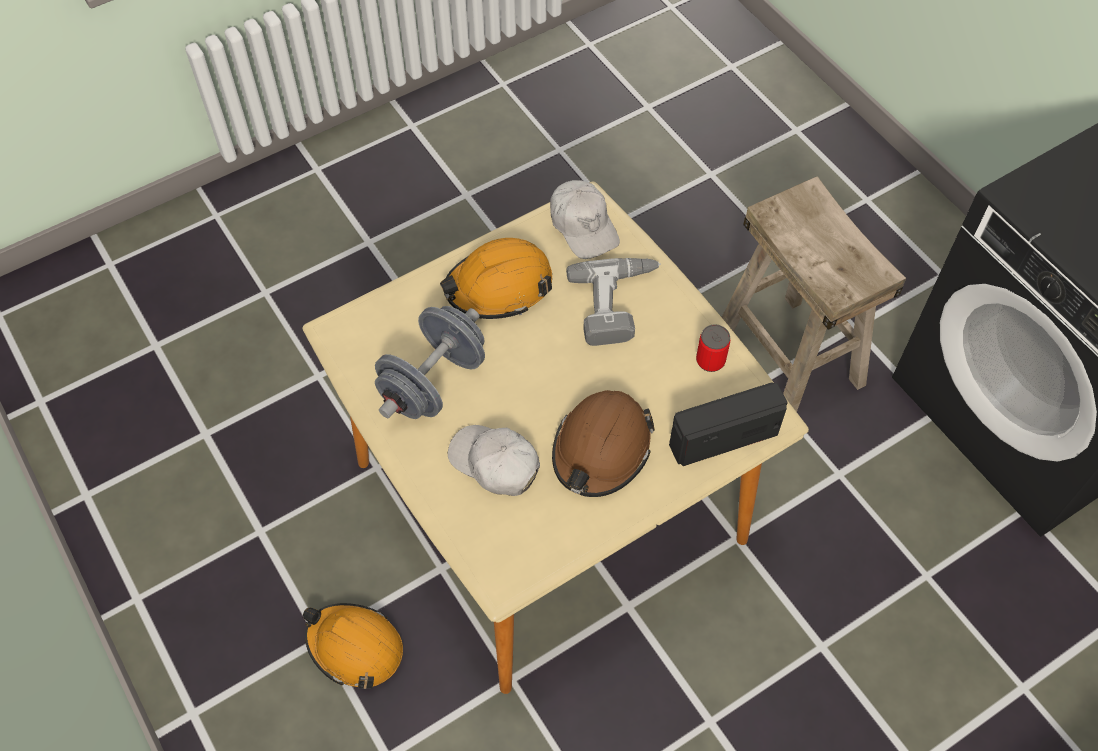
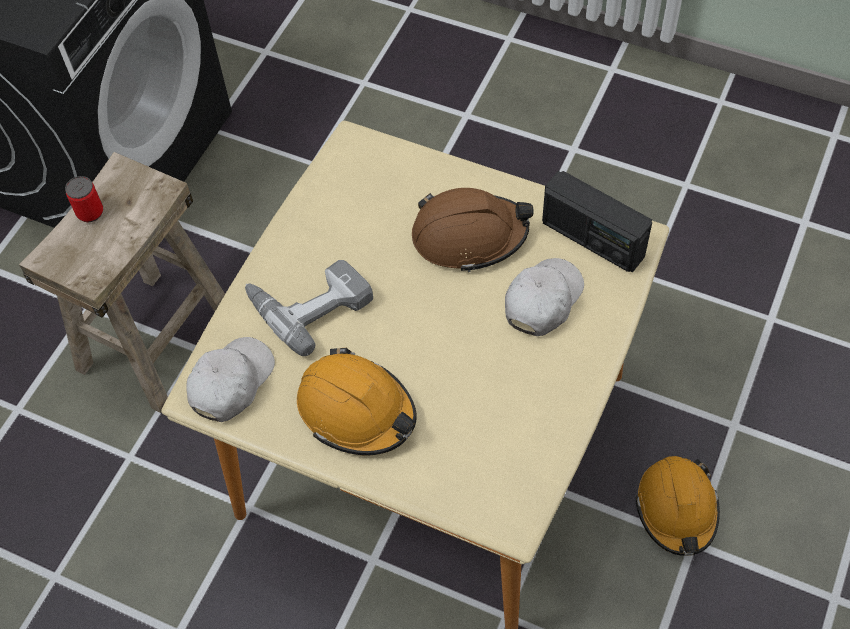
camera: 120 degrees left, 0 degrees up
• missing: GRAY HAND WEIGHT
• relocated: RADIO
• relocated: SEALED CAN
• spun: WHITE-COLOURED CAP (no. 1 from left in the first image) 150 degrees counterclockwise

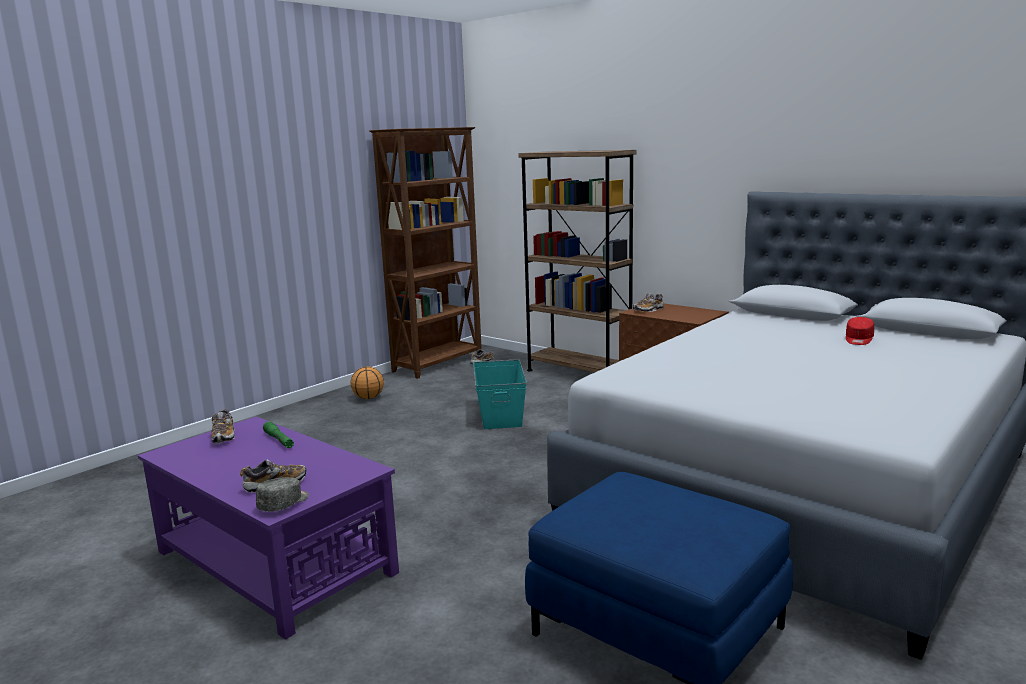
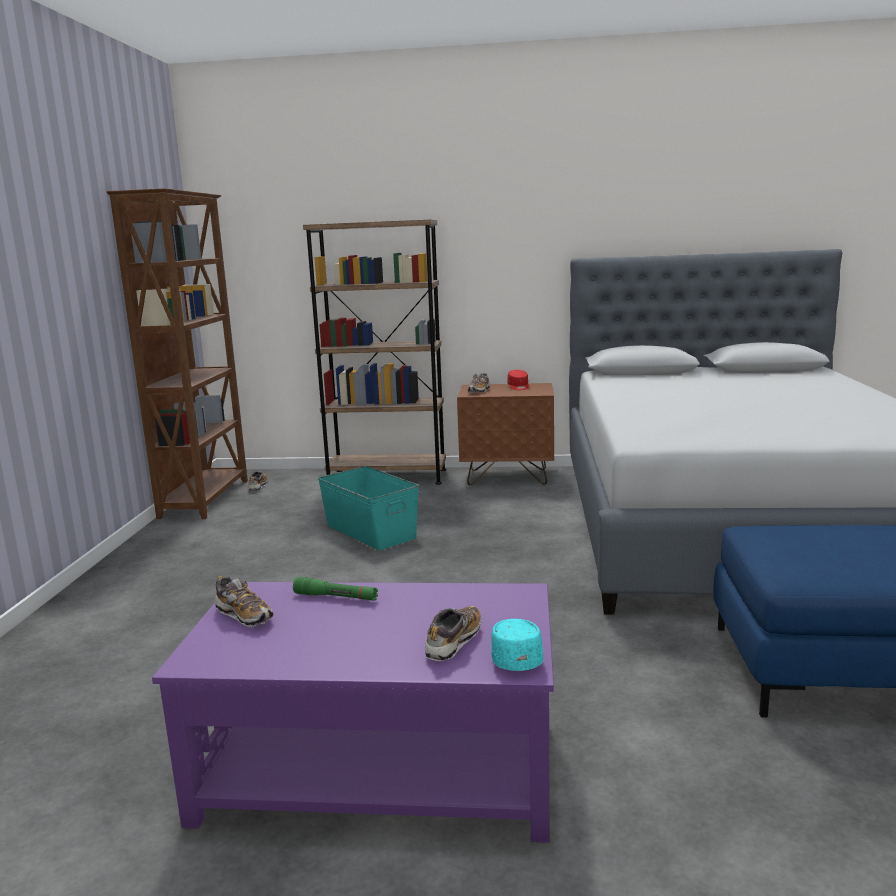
camera: 35 degrees left, 0 degrees up
• missing: BALL FOR BASKETBALL
• relocated: REDDISH CAP
• colour: GRAY CAP to BLUE-GREEN CAP

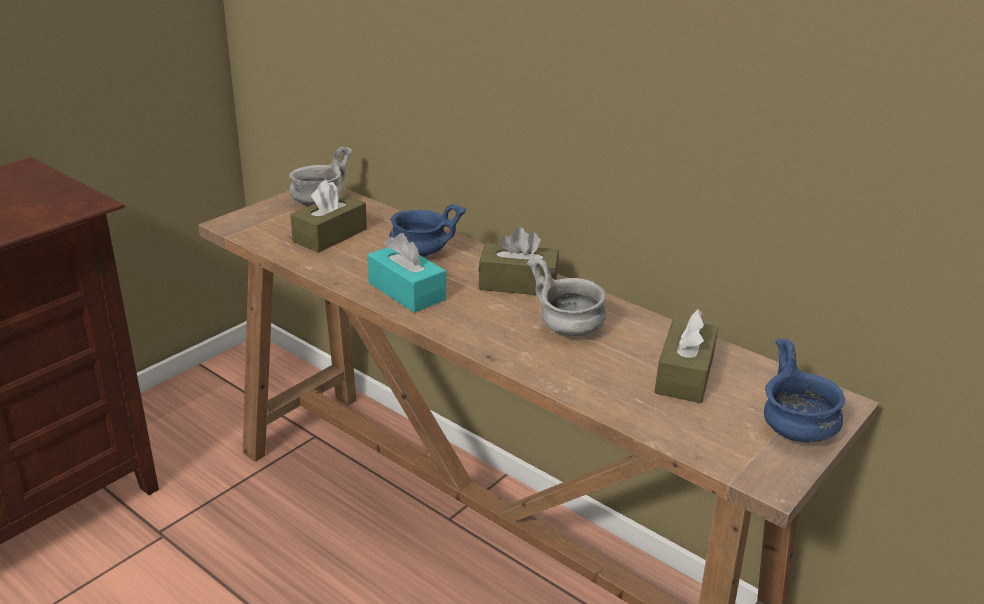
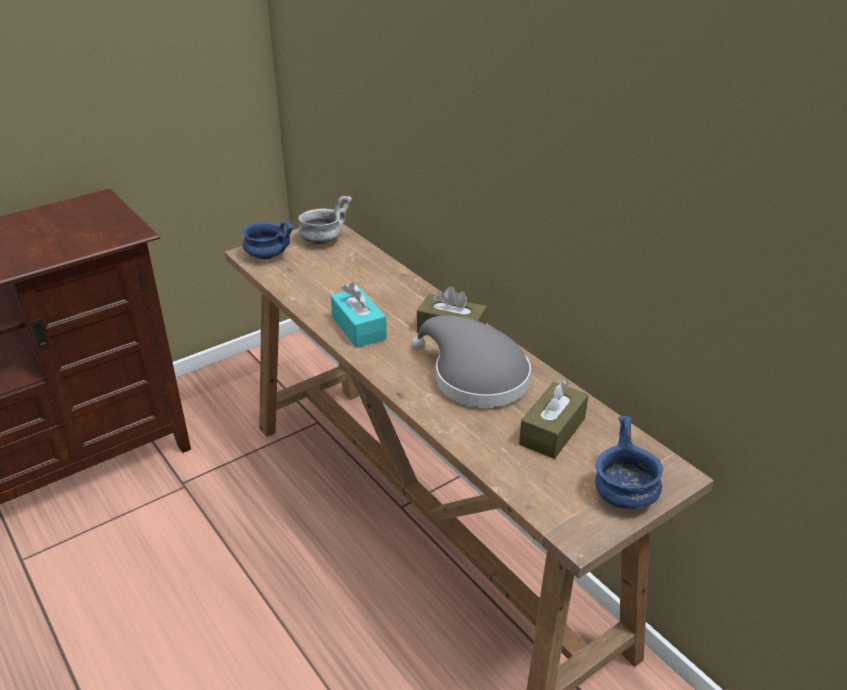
camera: 15 degrees right, 5 degrees up
• missing: BROWN-COLOURED TISSUE BOX (no. 1 from left)
• relocated: BLUISH BOWL (no. 1 from left)
• exchanged: GRAY BOWL (no. 2 from left) to GRAY CLOTHING HAT

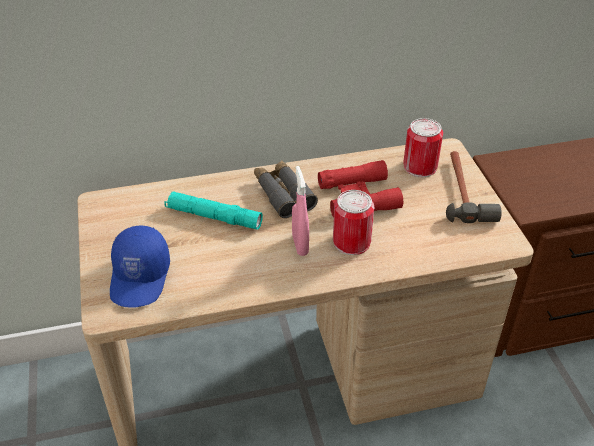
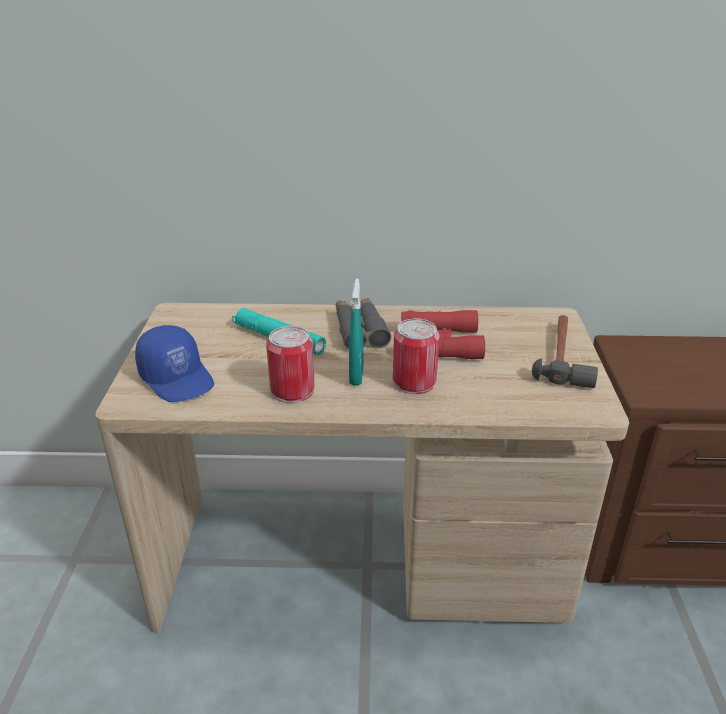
camera: 15 degrees right, 10 degrees down
• relocated: SEALED CAN (no. 2 from left in the first image) to SEALED CAN (no. 1 from left)
• colour: PINKISH SPRAY BOTTLE to BLUE-GREEN SPRAY BOTTLE
• spun: BLUISH CAP 60 degrees counterclockwise

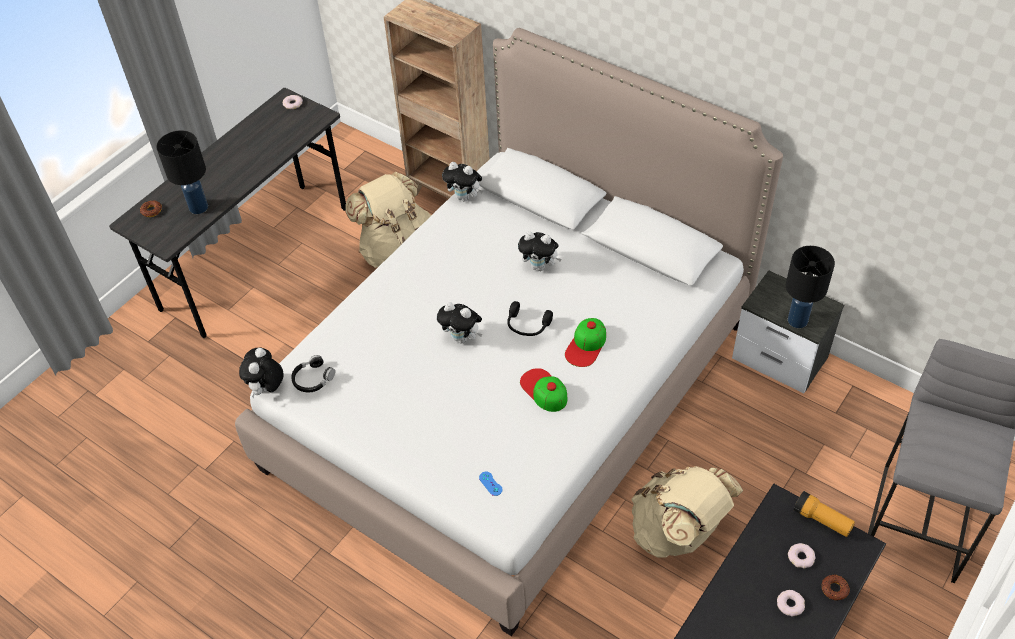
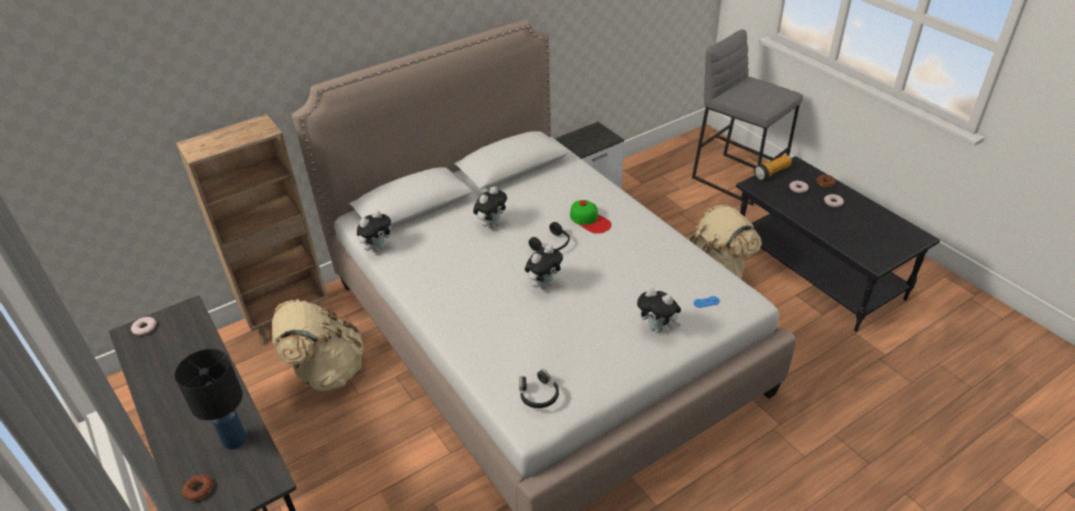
camera: 70 degrees left, 10 degrees down
• missing: CAP (no. 1 from left)
• missing: BLACK TABLE LAMP (no. 2 from left)
• relocated: PLUSH TOY (no. 1 from left in the first image) to PLUSH TOY (no. 4 from left)

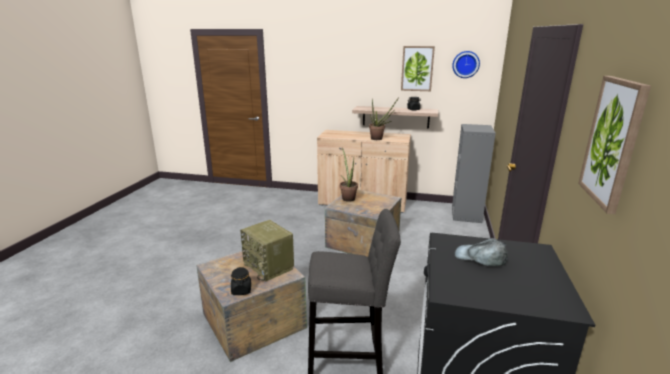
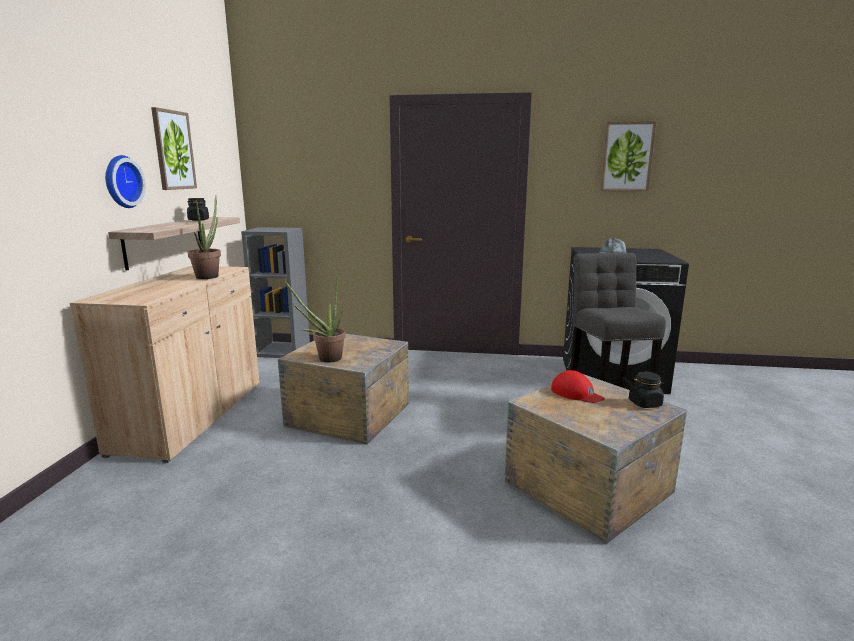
camera: 95 degrees left, 5 degrees down
• relocated: CLOCK ON THE WALL
• exchanged: RADIO to REDDISH CAP

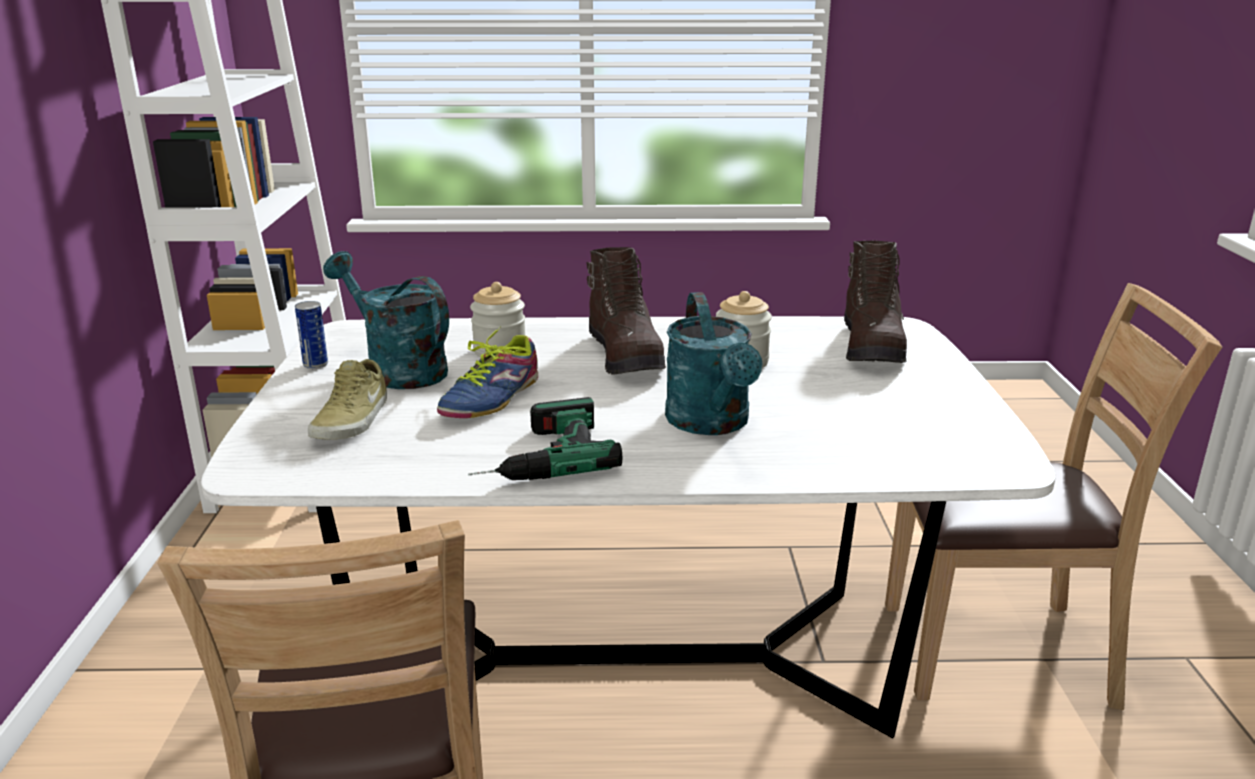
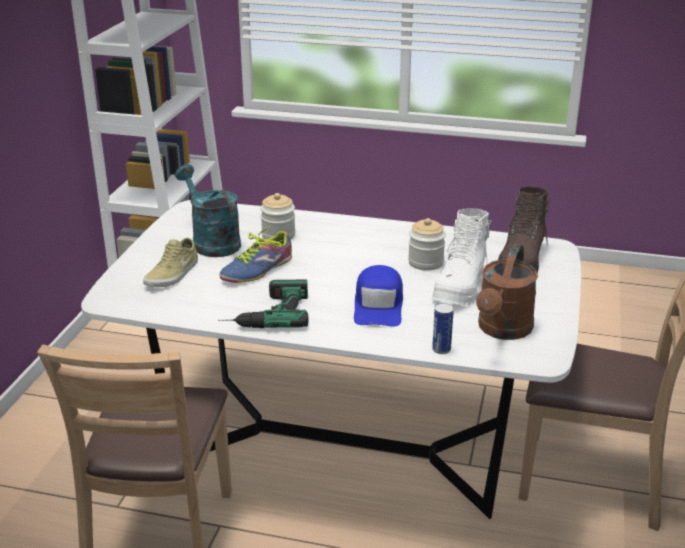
camera: 15 degrees right, 5 degrees up
• missing: BROWN-COLOURED BOOT (no. 1 from left)
• appeared: WHITE-COLOURED BOOT
• appeared: BROWN-COLOURED SPRINKLING CAN
• relocated: SEALED CAN
• exchanged: BLUE-GREEN SPRINKLING CAN (no. 2 from left) to BLUISH CAP

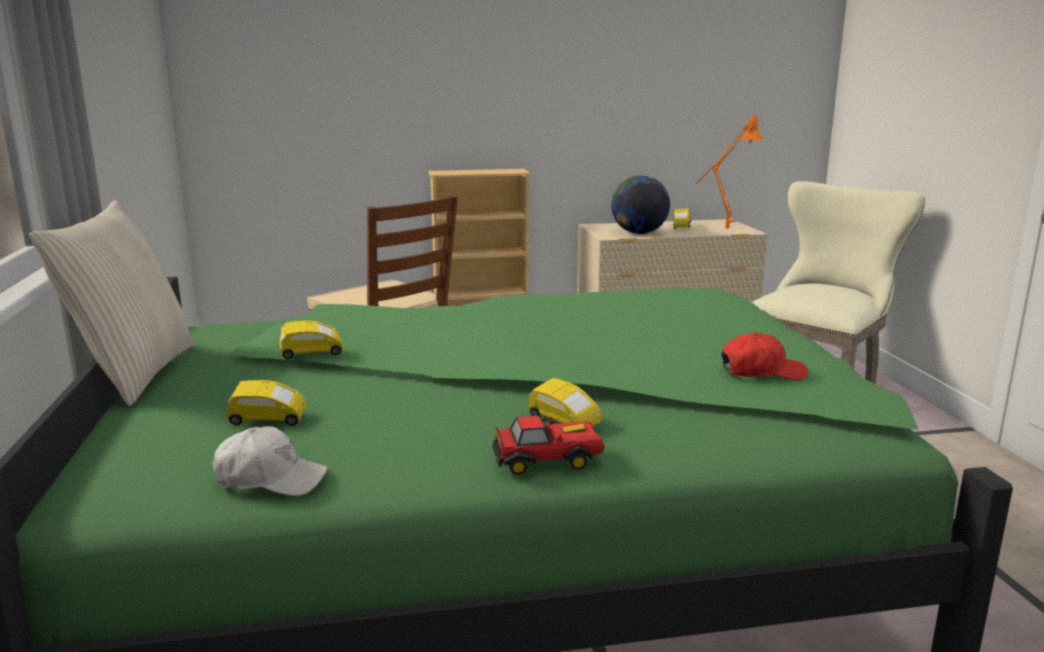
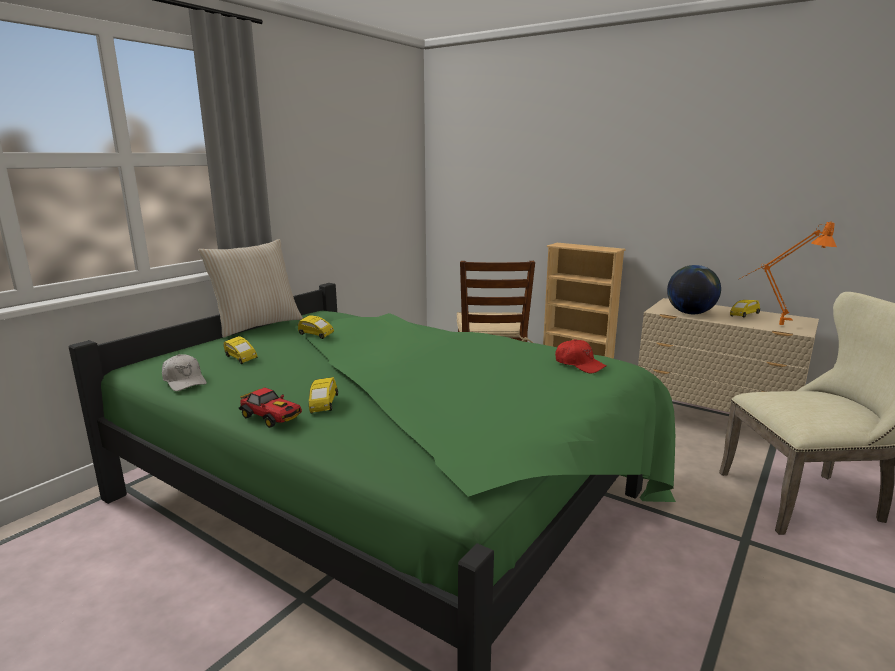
camera: 45 degrees right, 0 degrees up
• relocated: REDDISH CAP

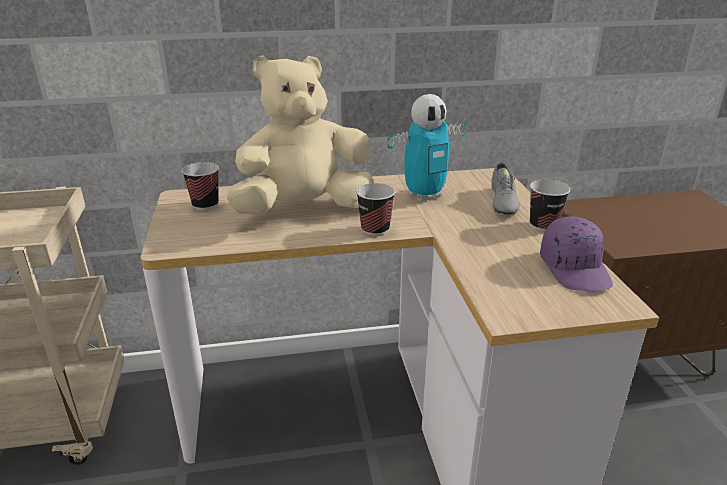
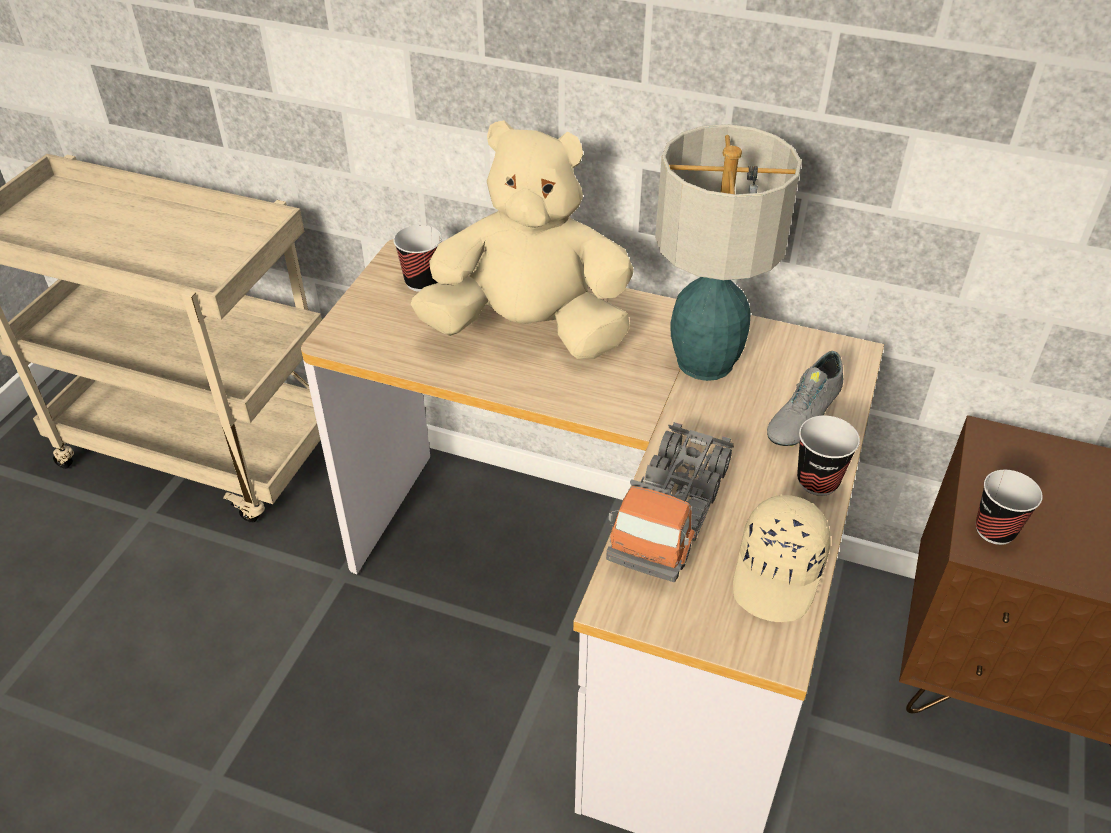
camera: 30 degrees right, 15 degrees up
• appeared: MODEL TRUCK
• relocated: DRINKING CUP (no. 2 from left in the first image) to DRINKING CUP (no. 3 from left)
• exchanged: ROBOT FIGURE to TABLE LAMP
• colour: PURPLE-COLOURED CAP to BEIGE CAP

